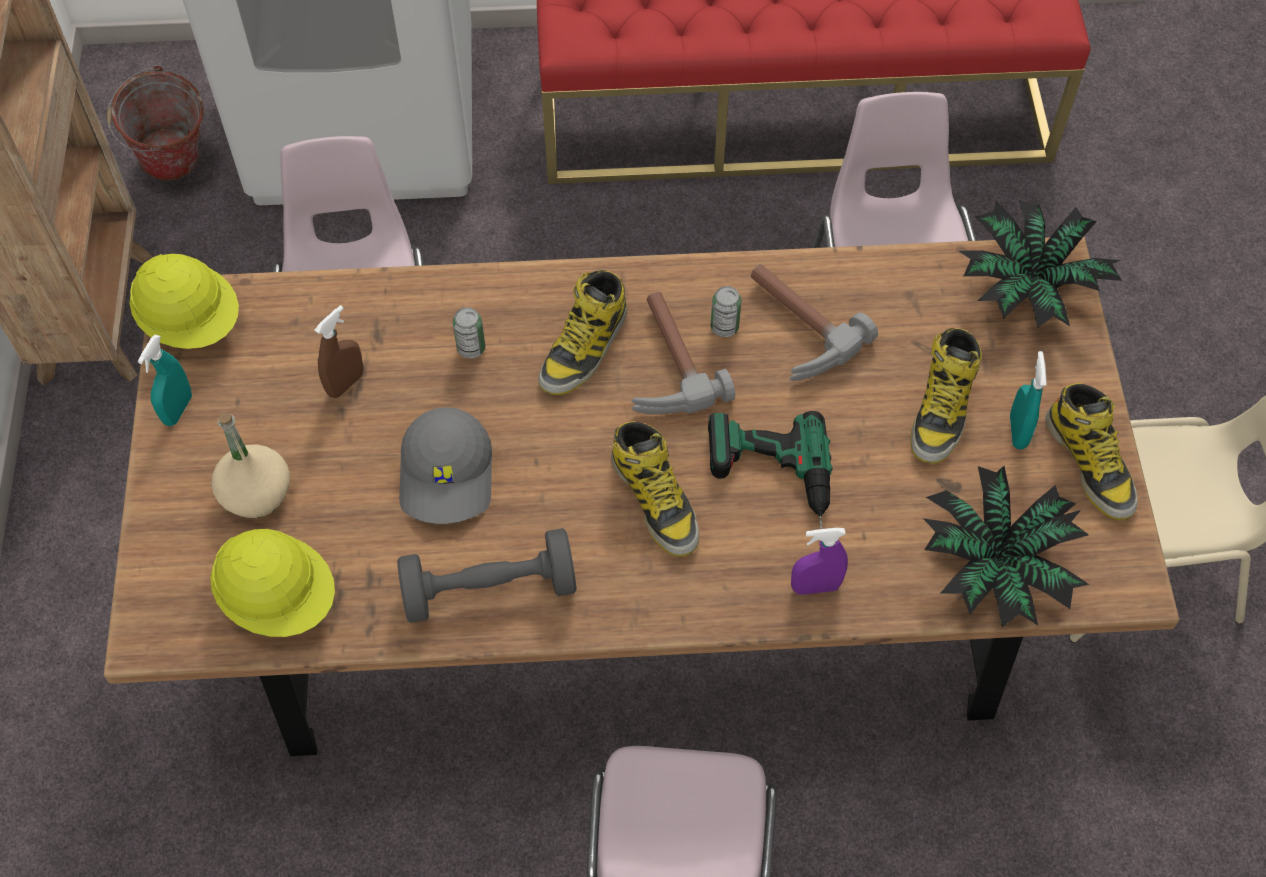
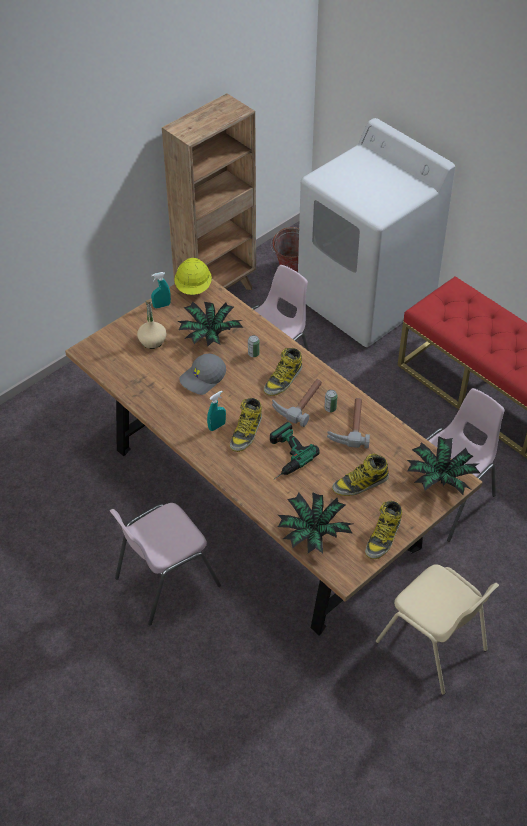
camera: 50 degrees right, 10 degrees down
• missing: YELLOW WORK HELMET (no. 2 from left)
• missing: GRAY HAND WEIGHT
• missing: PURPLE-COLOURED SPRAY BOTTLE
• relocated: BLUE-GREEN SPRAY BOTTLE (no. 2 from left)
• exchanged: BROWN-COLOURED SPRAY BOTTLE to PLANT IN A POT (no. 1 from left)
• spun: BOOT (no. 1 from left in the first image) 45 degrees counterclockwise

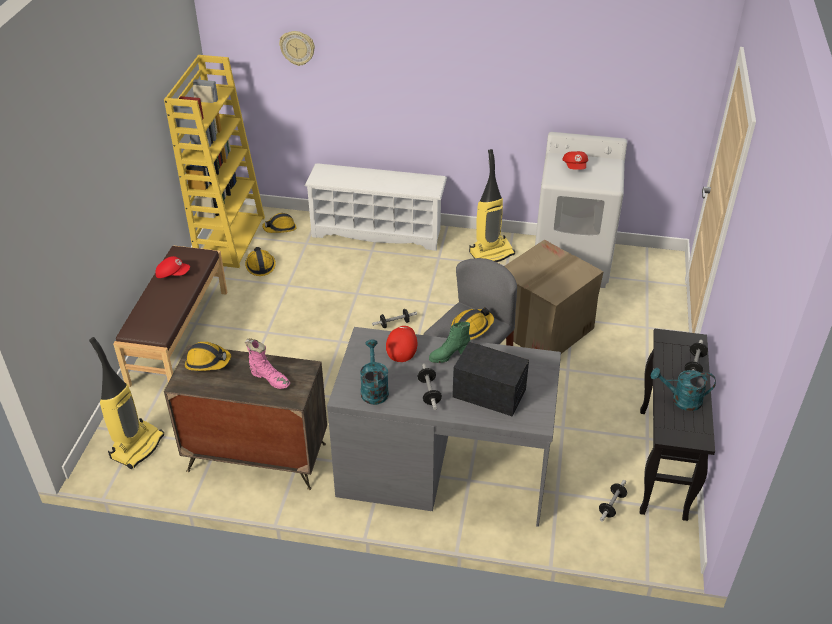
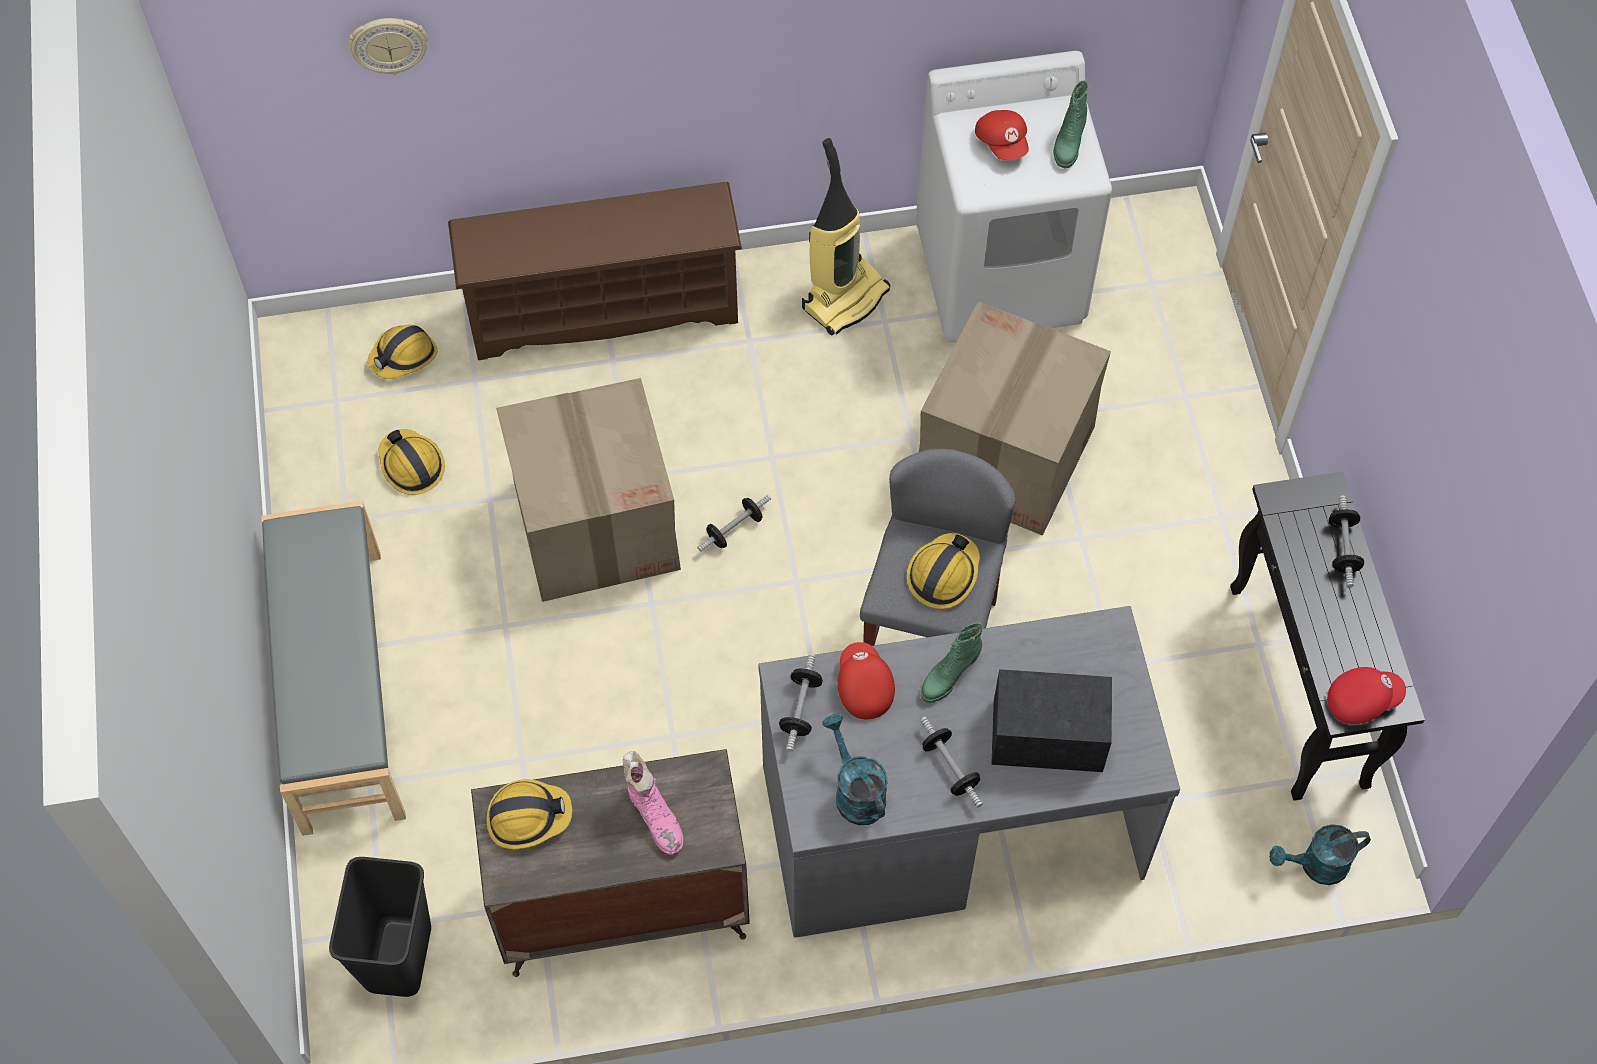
camera: 20 degrees left, 20 degrees up
• missing: YELLOW BOOKSHELF
• appeared: CARTON (no. 1 from left)
• appeared: GREENISH BOOT (no. 2 from left)
• relocated: REDDISH CAP (no. 1 from left in the first image) to REDDISH CAP (no. 3 from left)
• relocated: HAND WEIGHT (no. 3 from left in the first image) to HAND WEIGHT (no. 2 from left)
• relocated: BLUE-GREEN SPRINKLING CAN (no. 2 from left)
• exchanged: HOOVER (no. 1 from left) to BLACK RUBBISH BIN
• colour: BROWN-COLOURED INDOOR BENCH to GRAY INDOOR BENCH
• colour: WHITE-COLOURED SHOE STAND to BROWN-COLOURED SHOE STAND
• spun: PINKISH BOOT 45 degrees clockwise

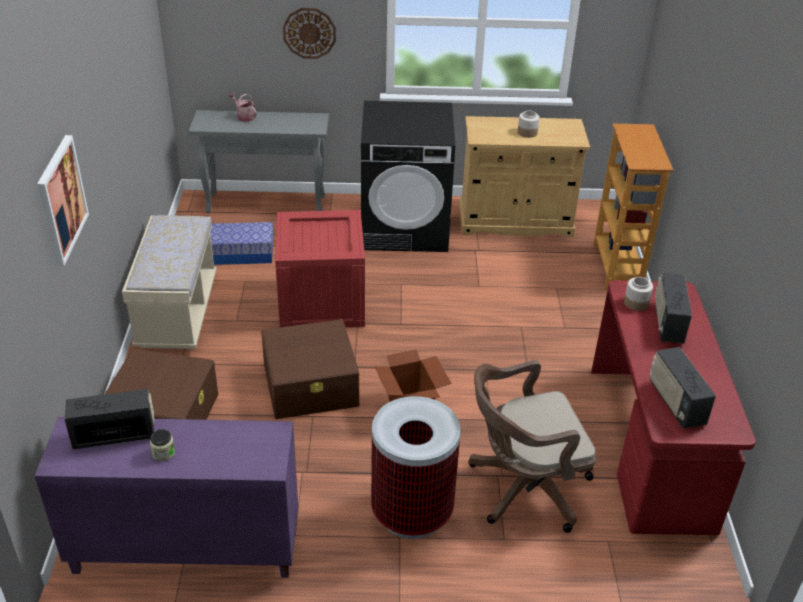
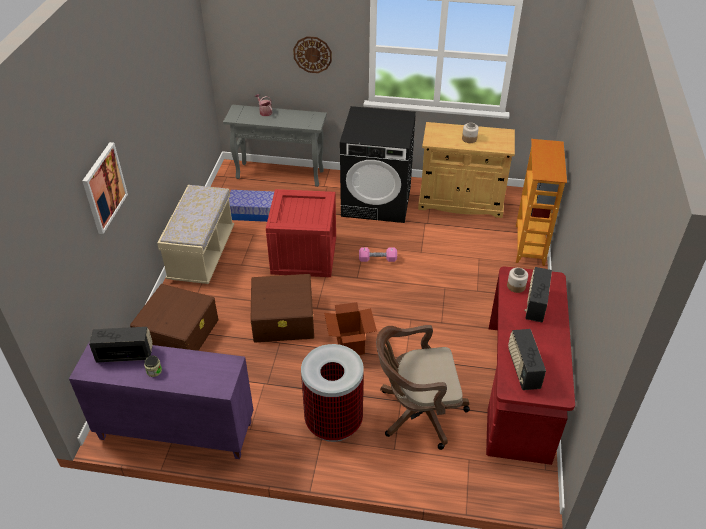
camera: 10 degrees right, 5 degrees up
• appeared: PINKISH HAND WEIGHT

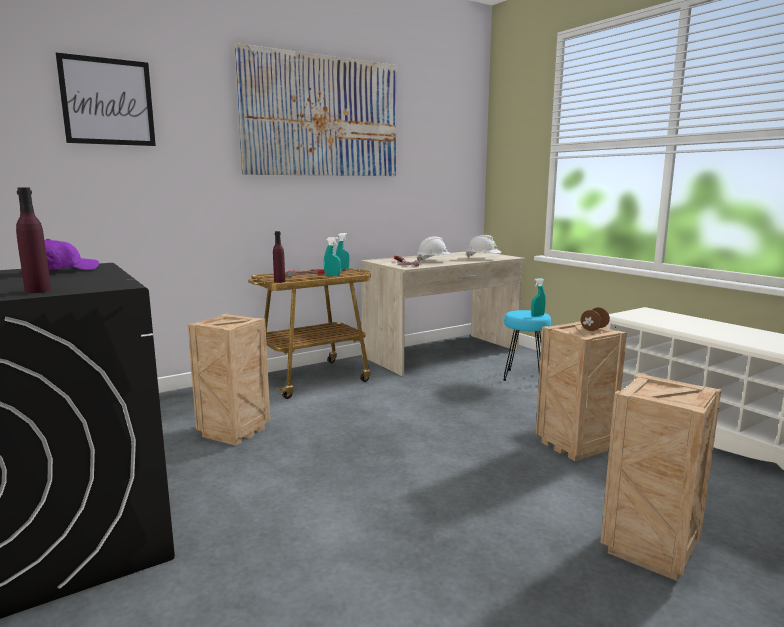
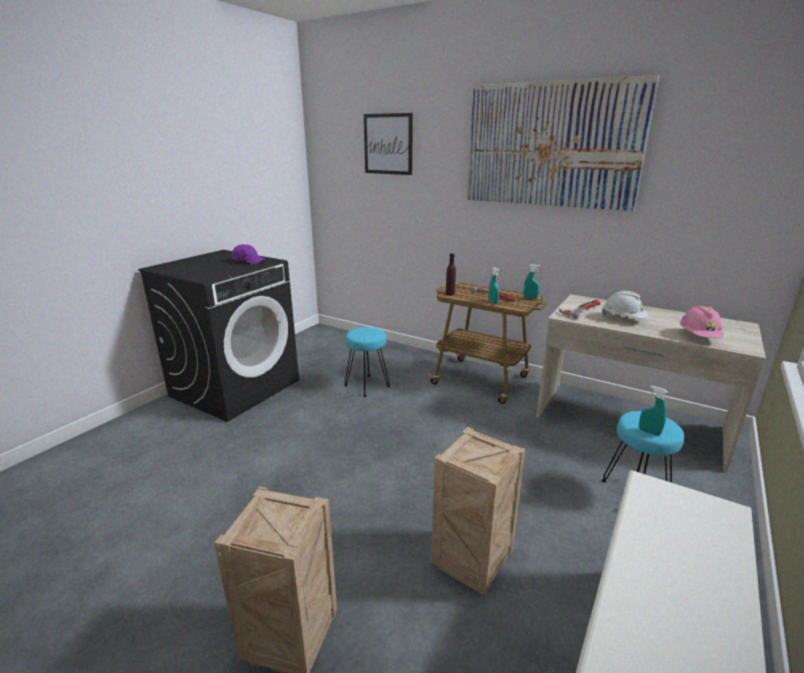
camera: 65 degrees right, 10 degrees up
• missing: PURPLE-COLOURED BOTTLE (no. 1 from left)
• missing: BROWN-COLOURED HAND WEIGHT
• exchanged: CRATE (no. 1 from left) to BLUE-GREEN STOOL SEAT (no. 1 from left)
• colour: WHITE-COLOURED WORK HELMET (no. 2 from left) to PINKISH WORK HELMET

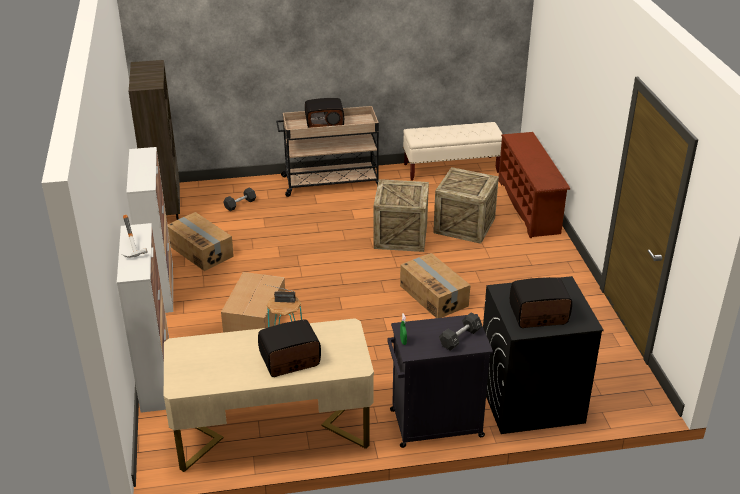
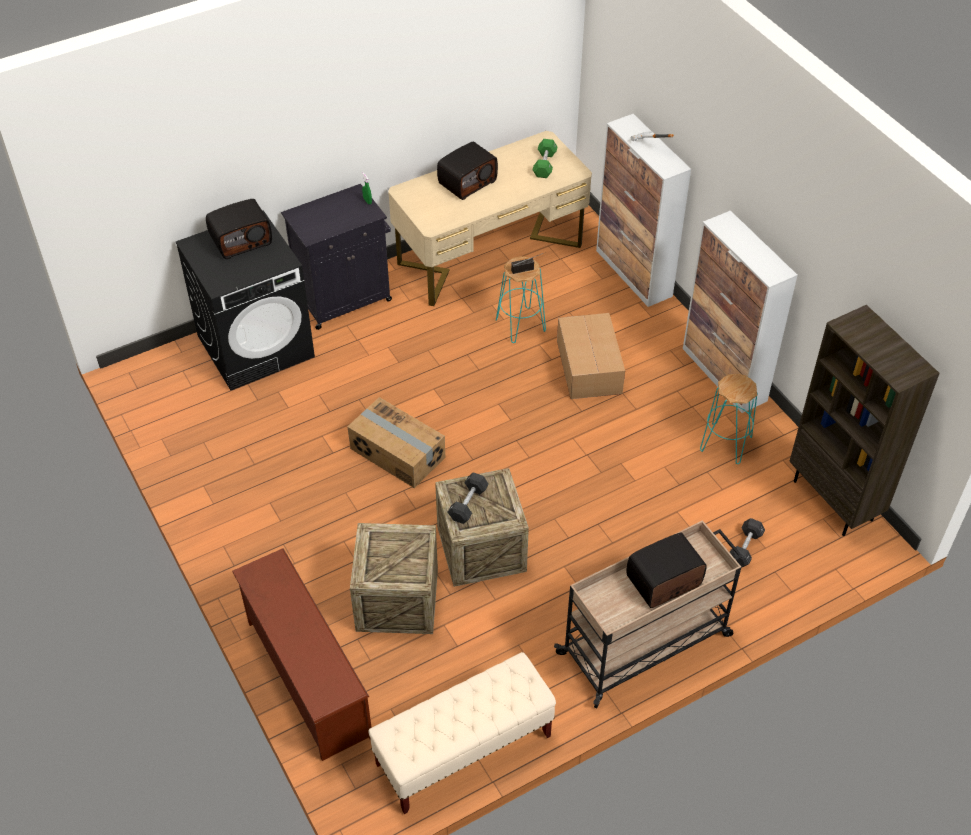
camera: 160 degrees right, 15 degrees up
• appeared: GREENISH HAND WEIGHT
• relocated: BLACK HAND WEIGHT (no. 2 from left in the first image) to BLACK HAND WEIGHT (no. 1 from left)
• exchanged: CARTON (no. 1 from left) to BLUE-GREEN STOOL SEAT (no. 2 from left)

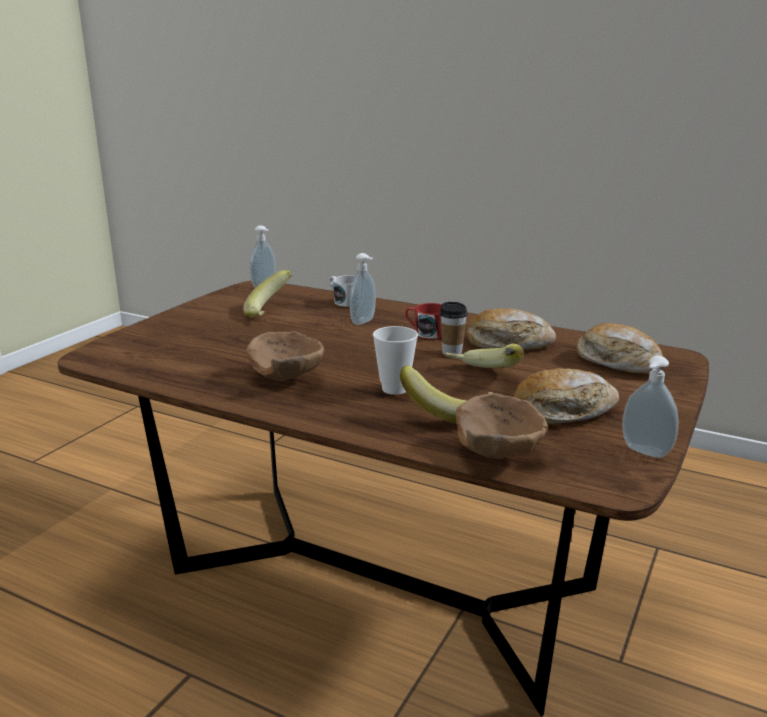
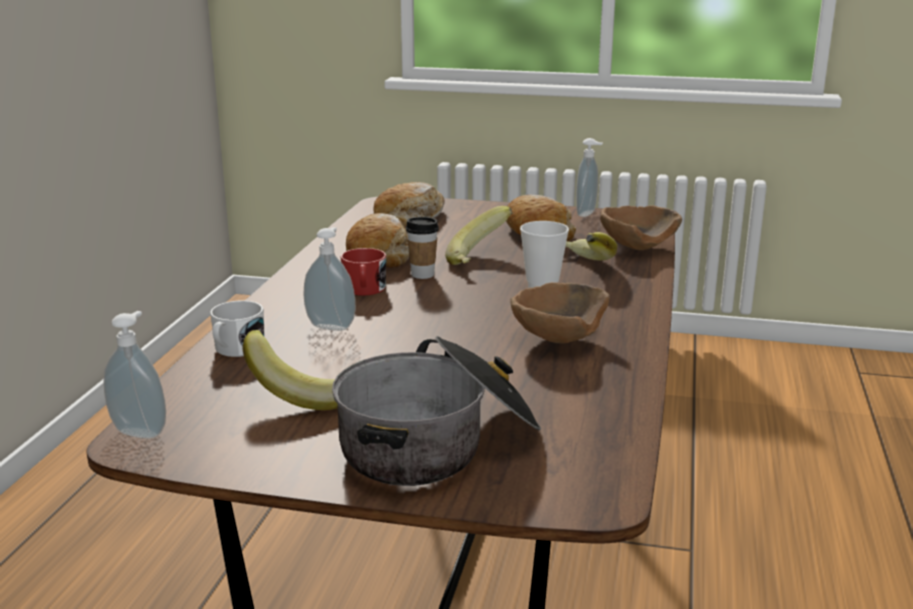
camera: 105 degrees left, 0 degrees up
• appeared: SAUCEPOT

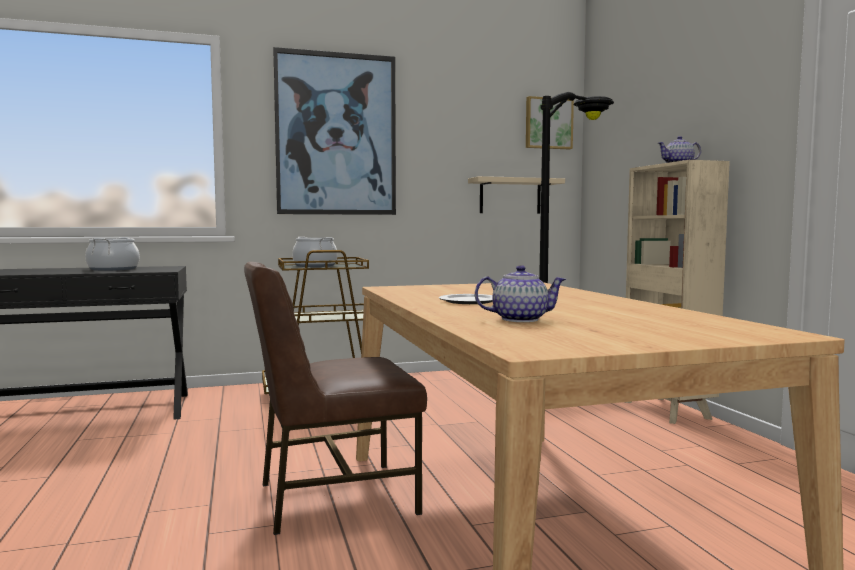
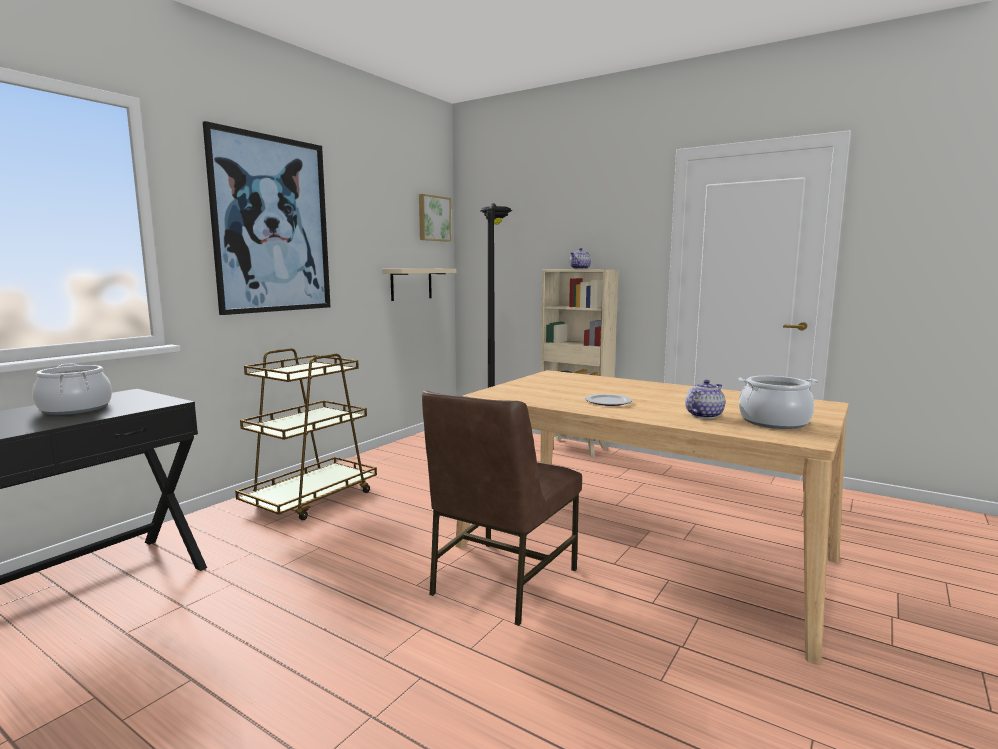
camera: 40 degrees left, 5 degrees up
• relocated: SAUCEPOT (no. 2 from left)

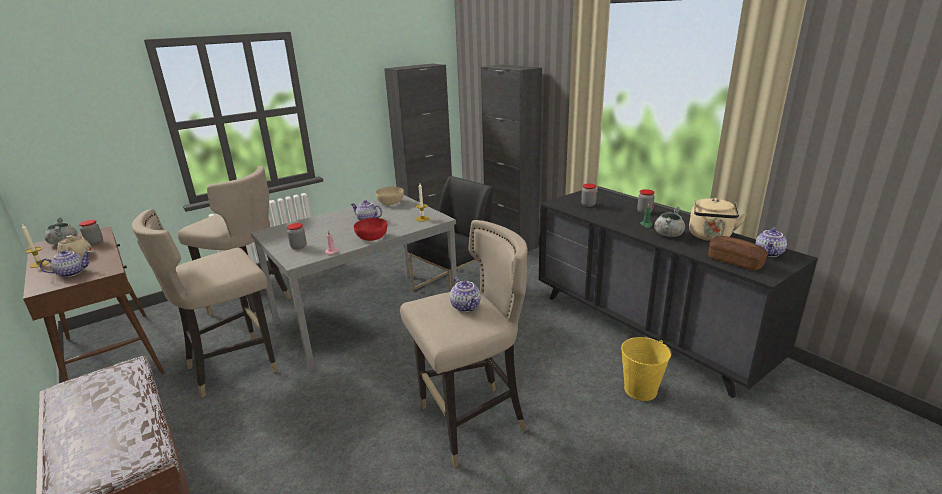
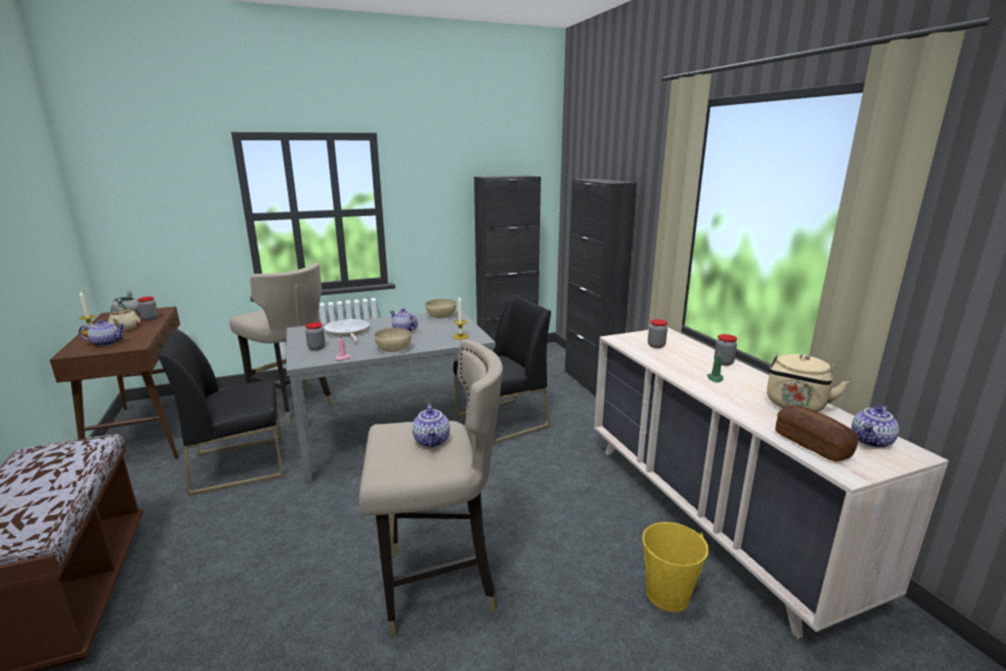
camera: 15 degrees right, 5 degrees down
• missing: GRAY SAUCEPOT (no. 2 from left)
• appeared: FRYING PAN
• exchanged: BEIGE STOOL SEAT (no. 1 from left) to BLACK CHAIR (no. 1 from left)
• colour: REDDISH BOWL to BEIGE BOWL (no. 1 from left)
• colour: BLACK DRAWER CHEST to BEIGE DRAWER CHEST

